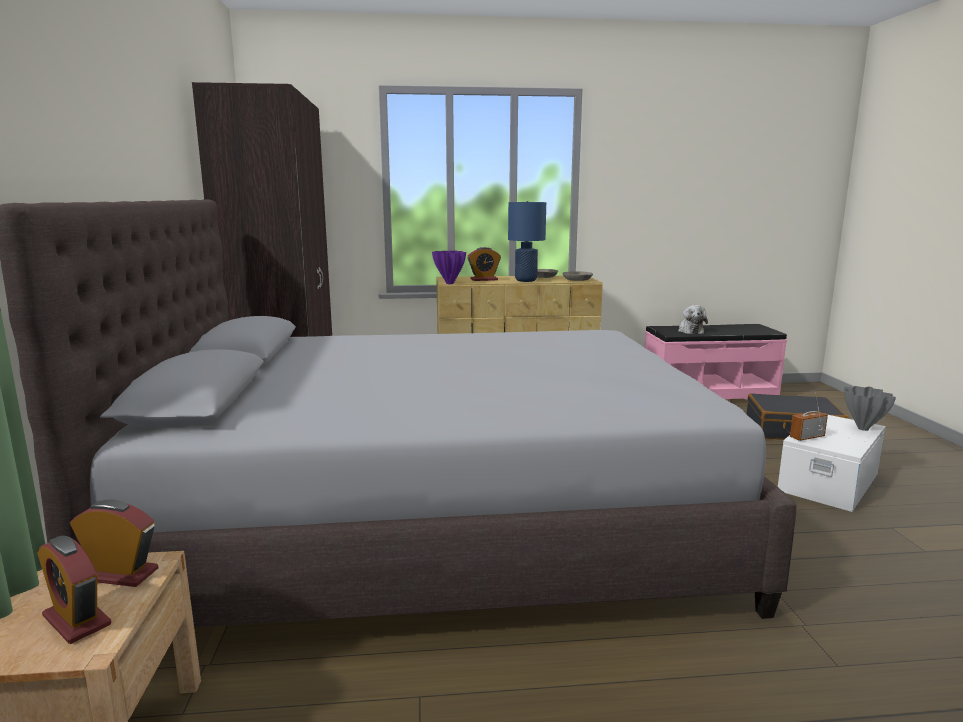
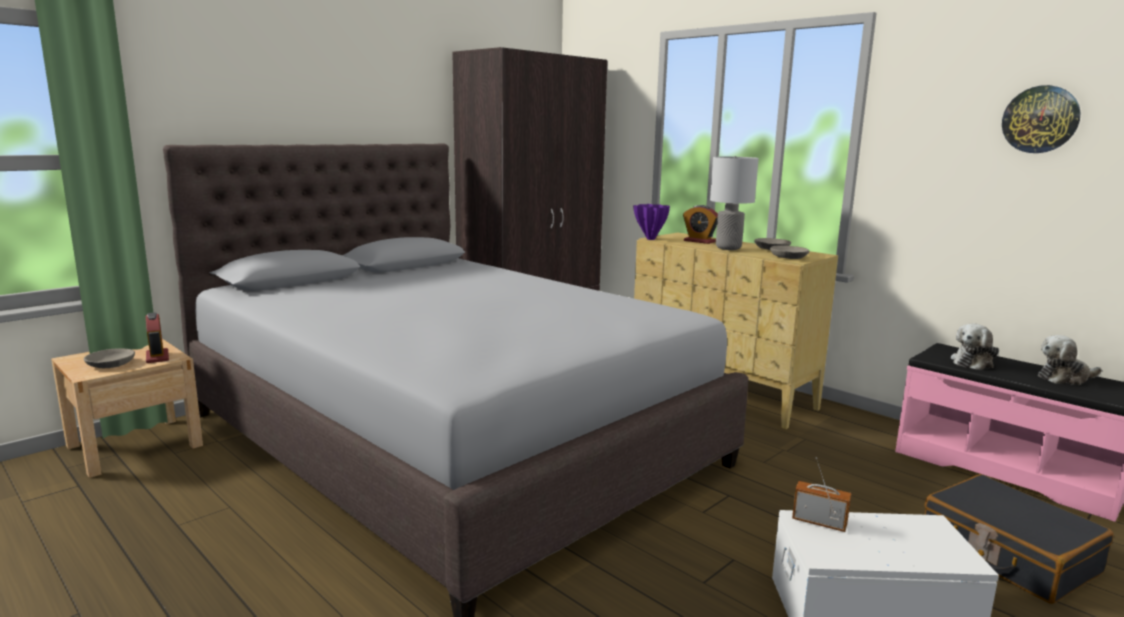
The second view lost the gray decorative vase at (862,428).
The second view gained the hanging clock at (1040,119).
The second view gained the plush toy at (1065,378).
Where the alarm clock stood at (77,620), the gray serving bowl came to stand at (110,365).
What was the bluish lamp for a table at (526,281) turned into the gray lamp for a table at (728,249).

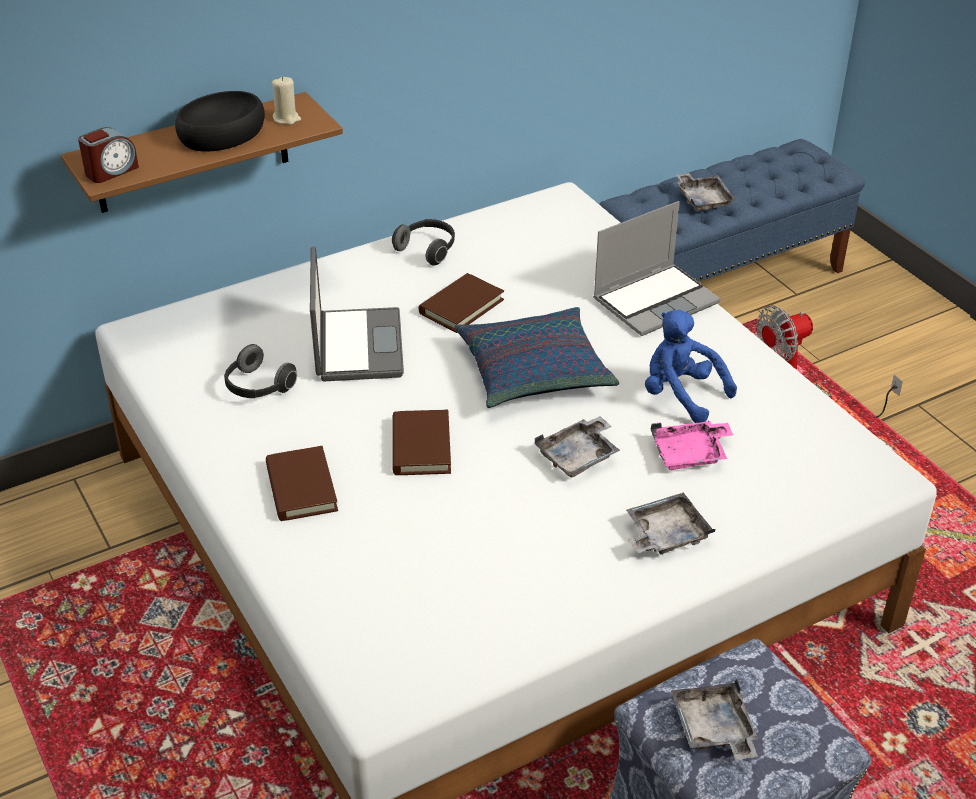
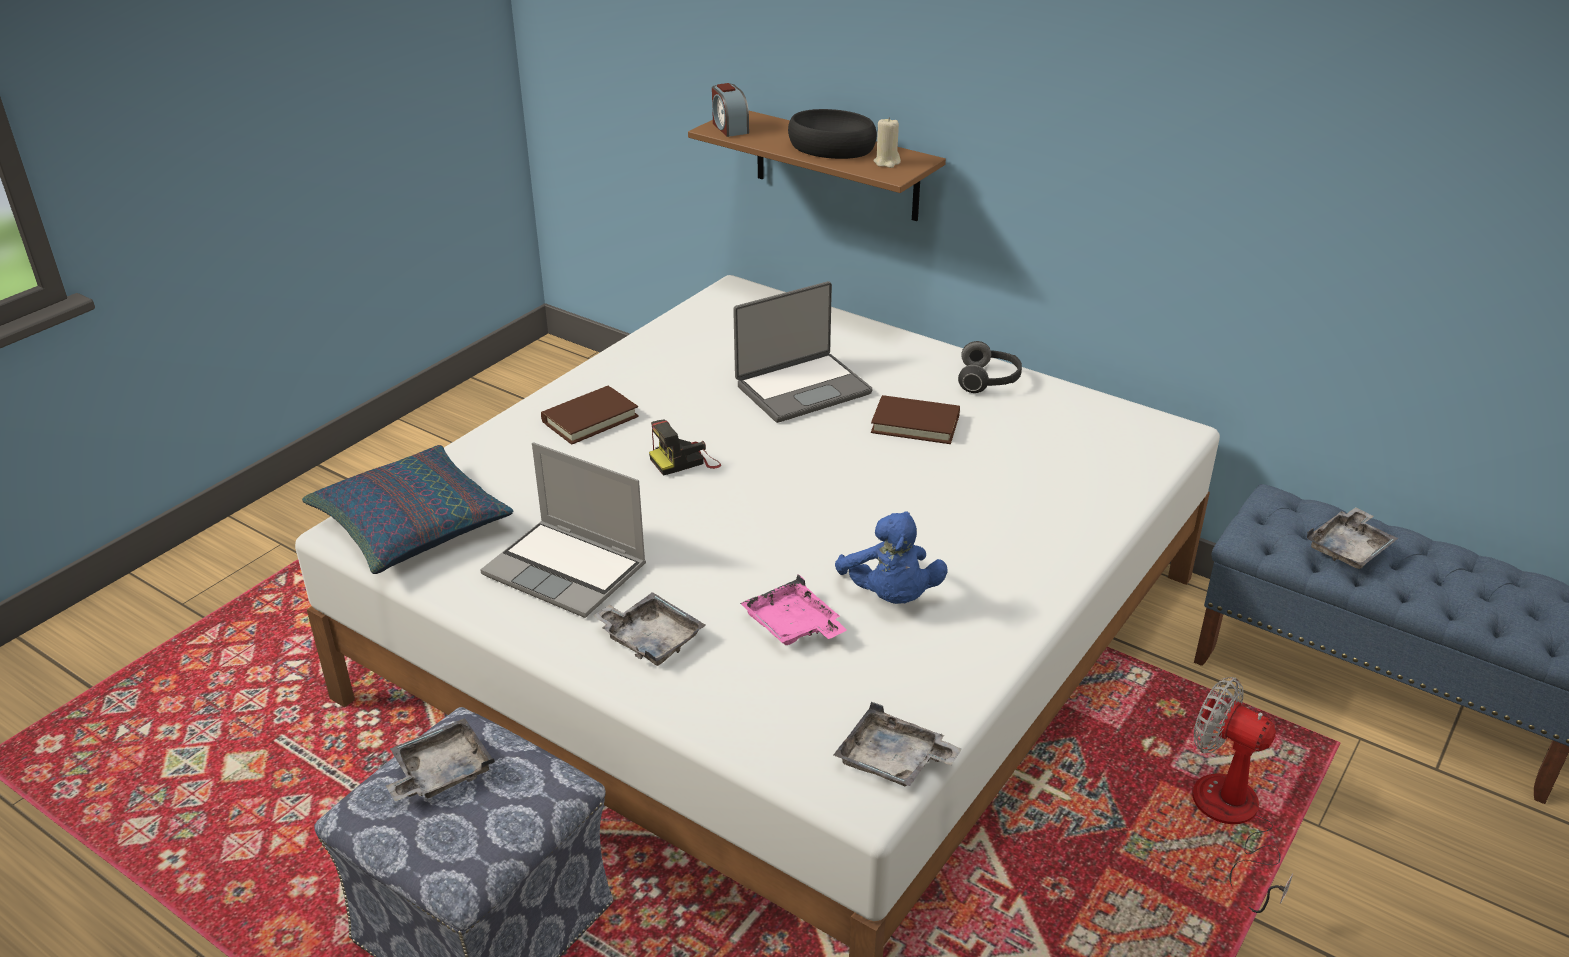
The second view lost the headset at (257,387).
The bluish pillow ended up elsewhere, having gone from (534,371) to (412,525).
The gray tray ended up elsewhere, having gone from (579,456) to (893,761).
The portable computer ended up elsewhere, having gone from (656,300) to (568,570).
Where the brownish volume stood at (421,447), the still camera came to stand at (685,461).
The alarm clock at (111,171) ended up facing another way, 45 degrees clockwise from before.
The bluish plush toy at (681,395) ended up facing another way, 150 degrees clockwise from before.

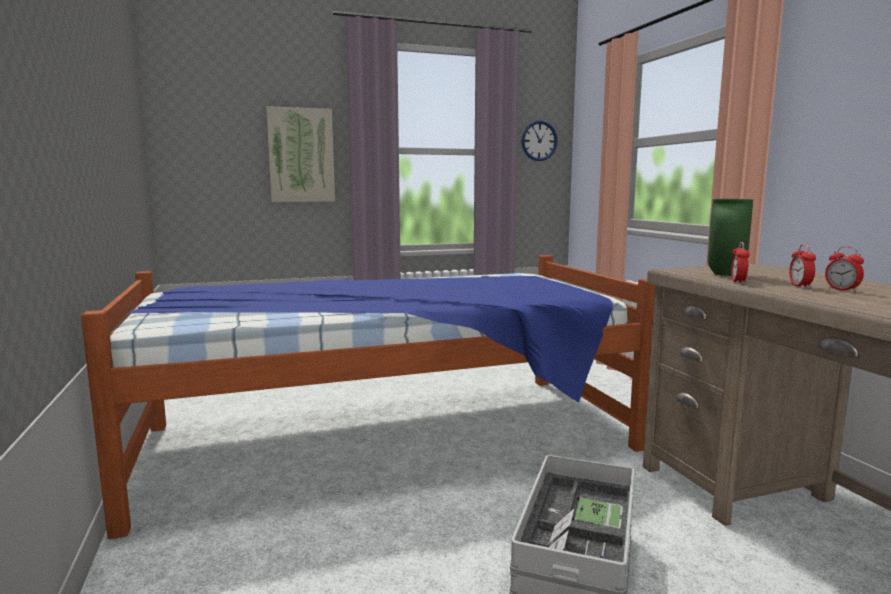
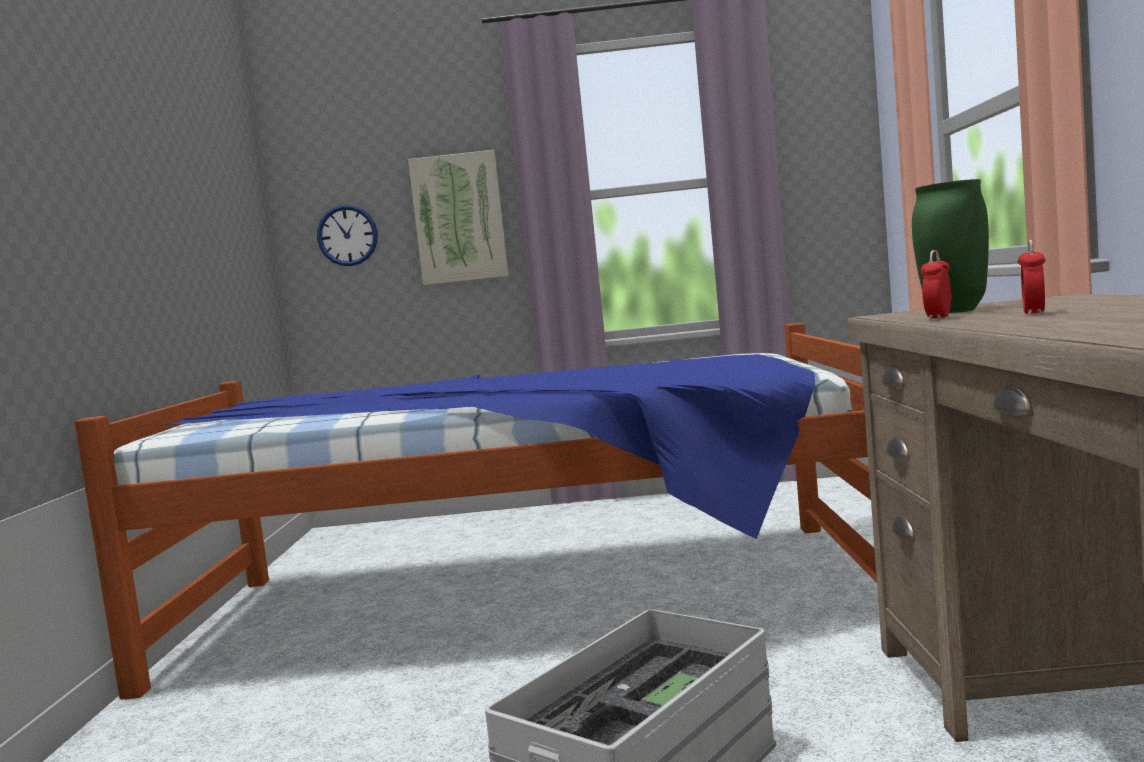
The second view lost the alarm clock at (842,290).
The hanging clock ended up elsewhere, having gone from (539,141) to (347,235).

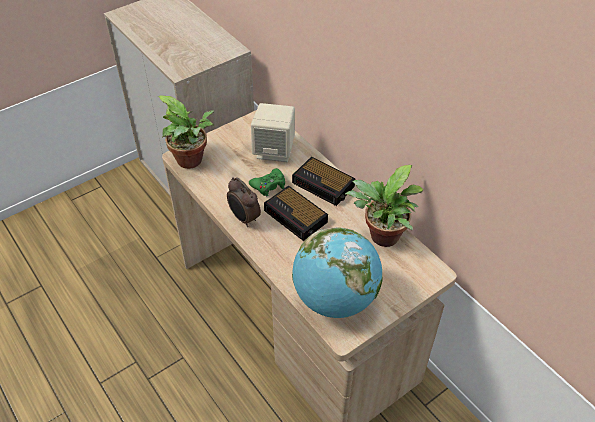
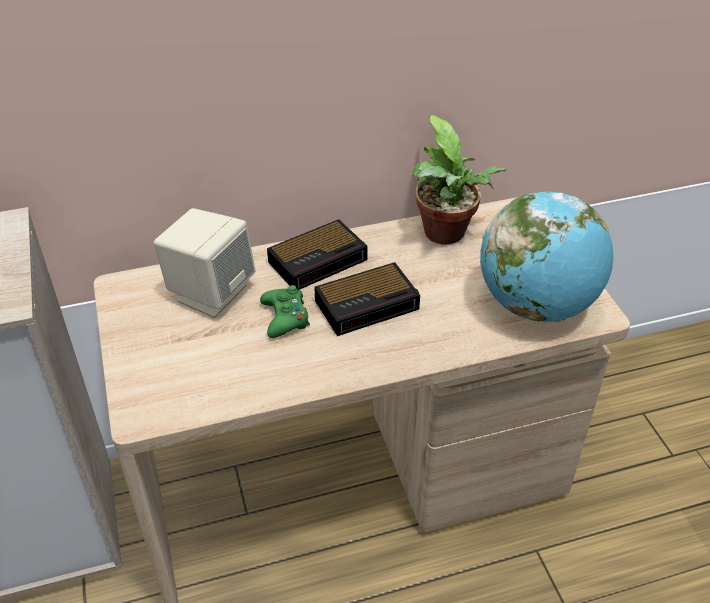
The second view lost the plant in a pot at (192,161).
The second view lost the alarm clock at (244,218).

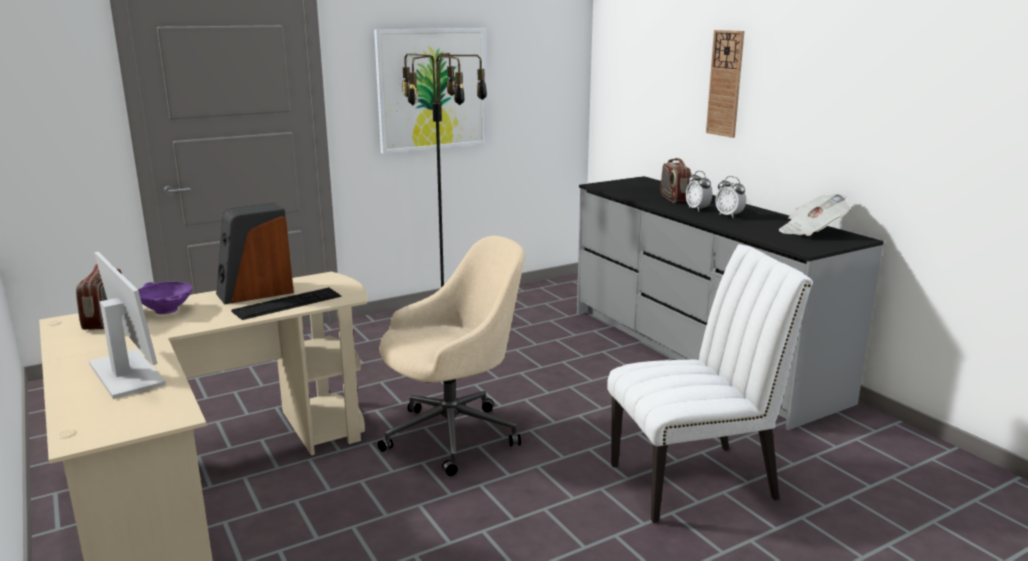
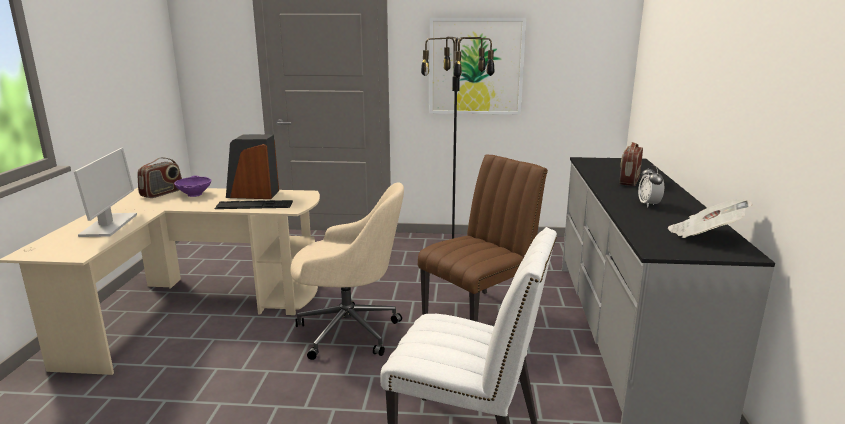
The second view lost the alarm clock at (697,209).
The second view lost the hanging clock at (725,83).
The second view gained the brownish plain chair at (478,317).

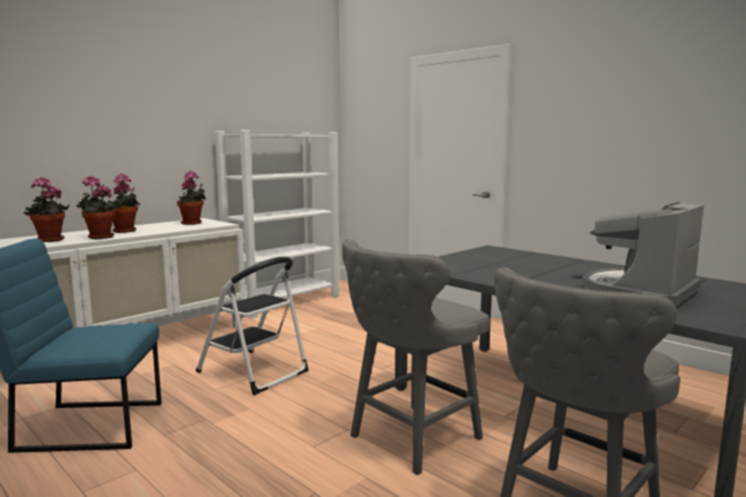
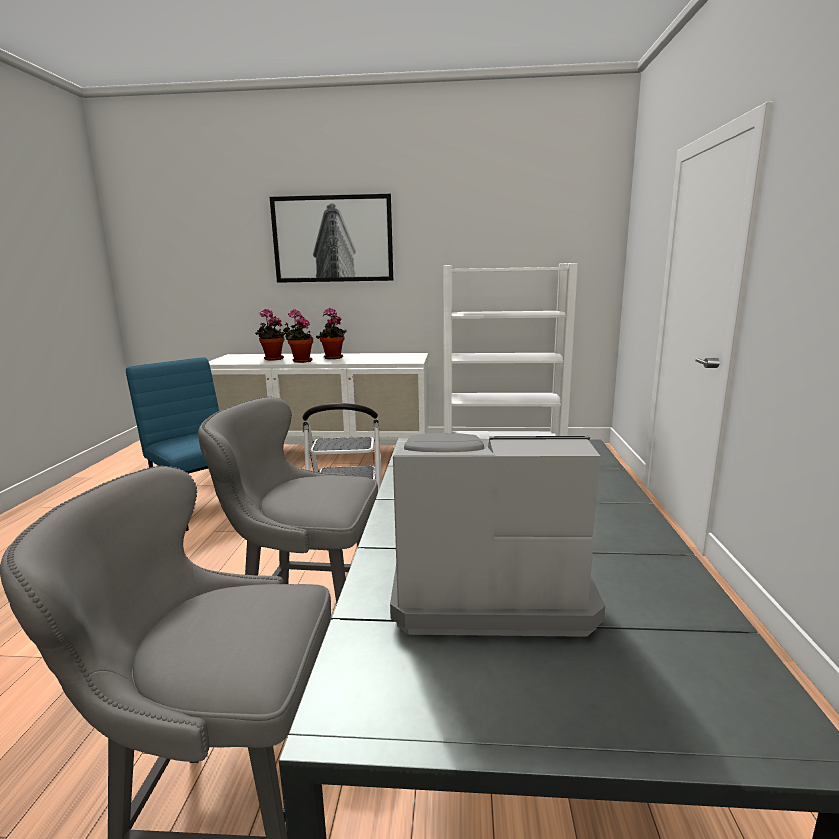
The second view lost the plant in a pot at (193,223).
The second view gained the wall art at (333,239).

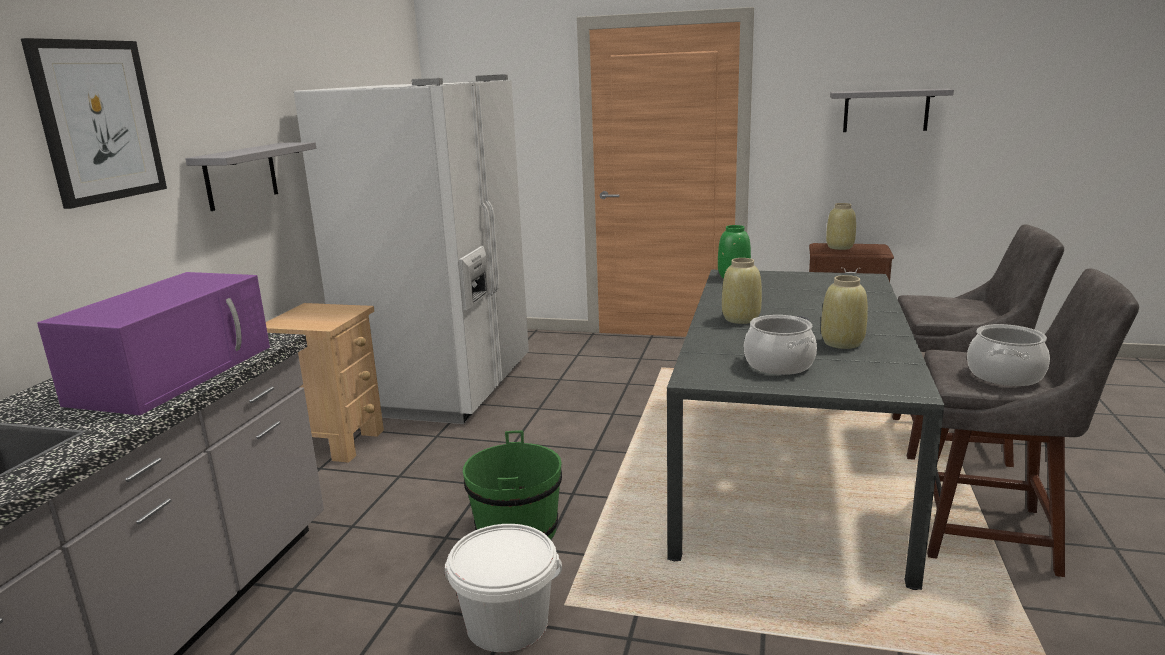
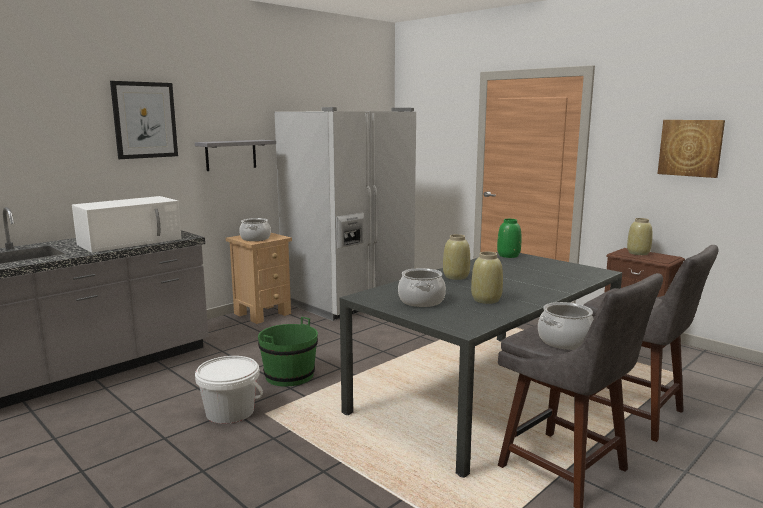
The second view gained the cooking pot at (255,238).
Where the gray bracket shelf hung at (886,110), the wall art came to hang at (690,148).
What was the purplish microwave at (176,373) turned into the white microwave at (131,241).

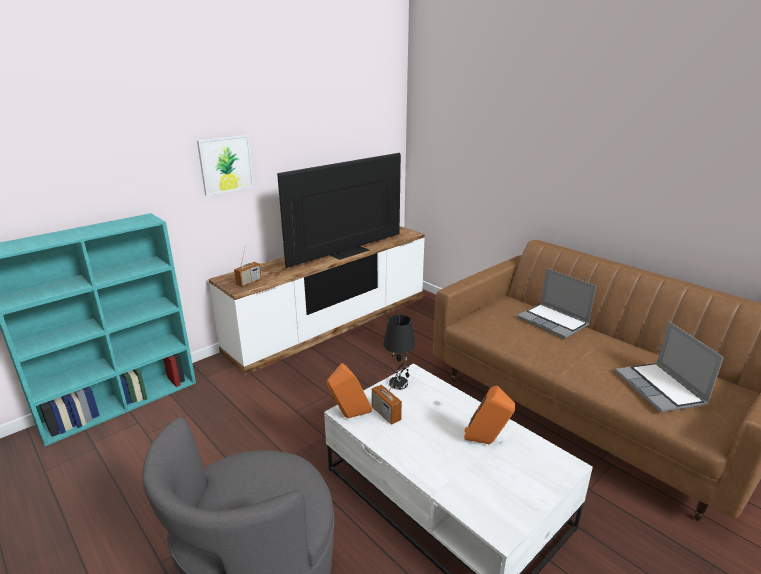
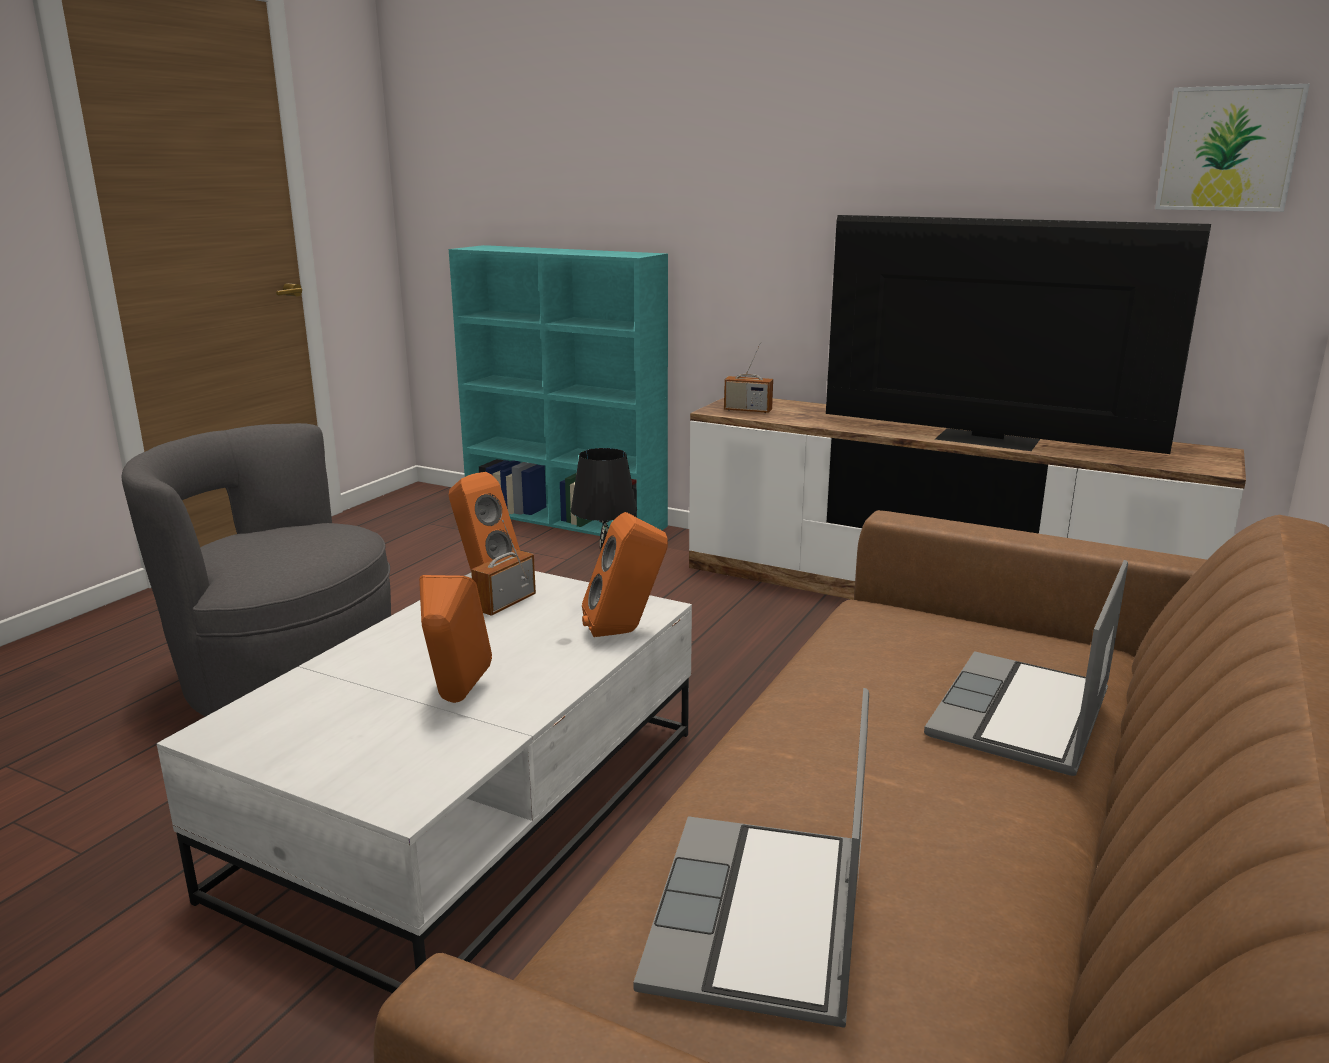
The second view gained the orangey speaker at (625,632).
The wall art ended up elsewhere, having gone from (226,164) to (1228,149).
The portable computer at (661,389) ended up facing another way, 45 degrees counterclockwise from before.

